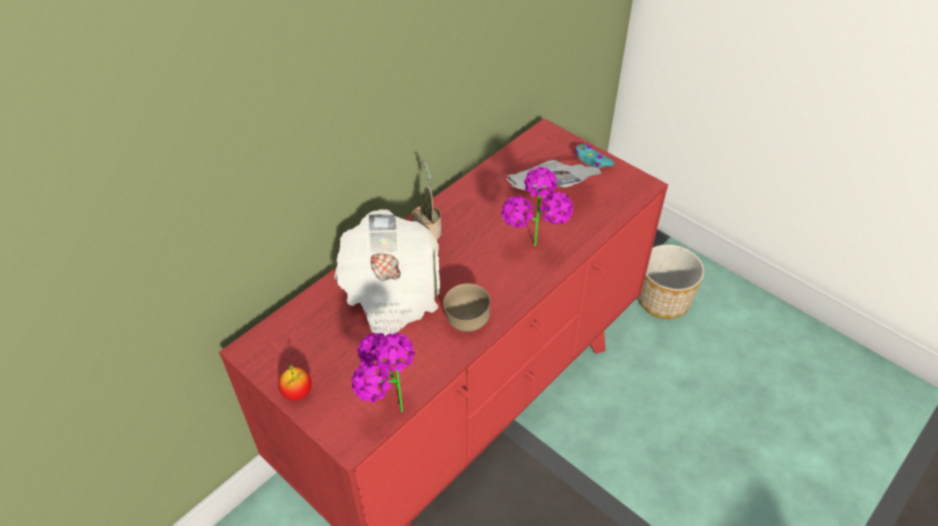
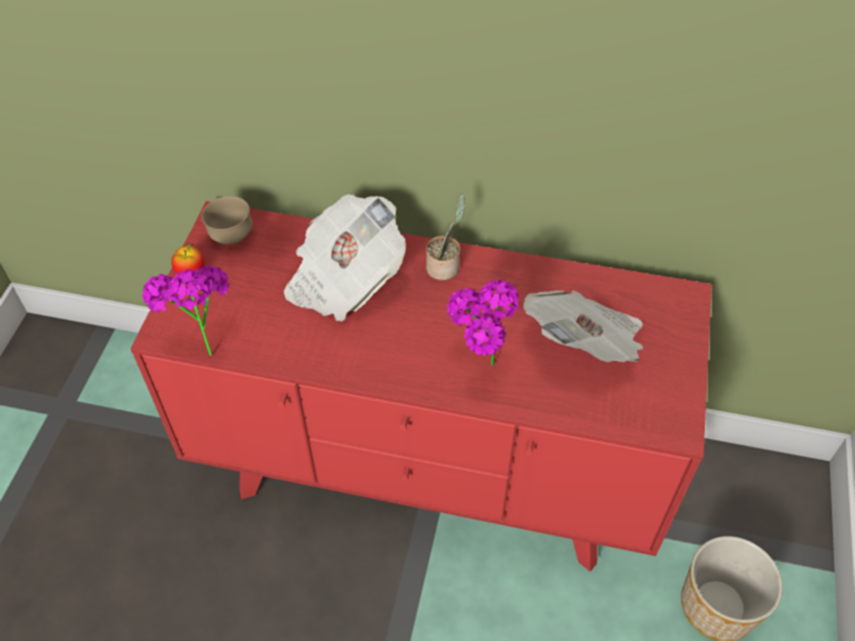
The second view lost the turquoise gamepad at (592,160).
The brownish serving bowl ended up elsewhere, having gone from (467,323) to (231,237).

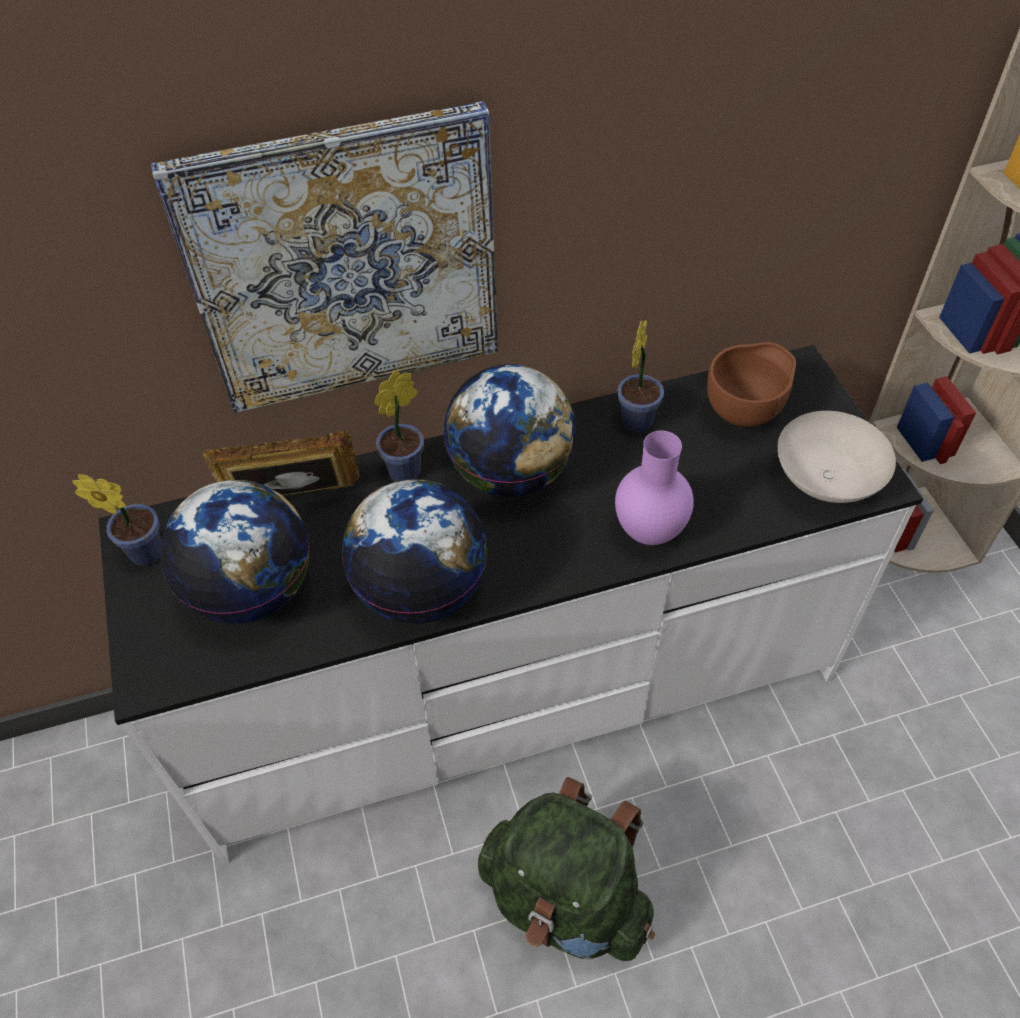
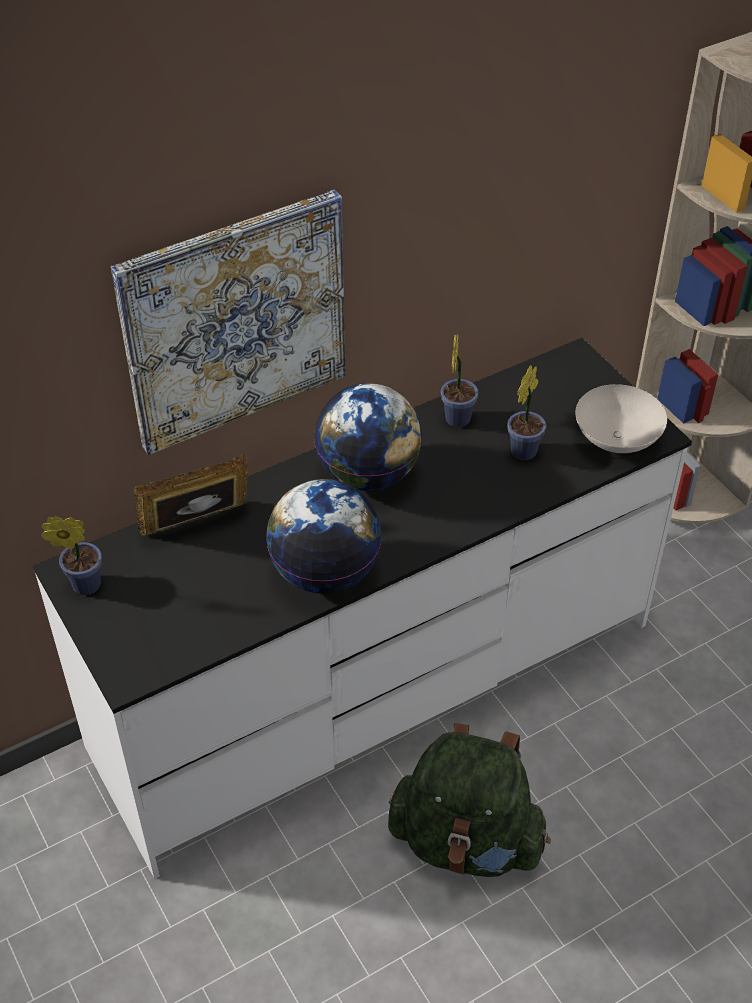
The second view lost the globe at (253,590).
The second view lost the purplish decorative vase at (648,533).
The second view lost the brownish serving bowl at (744,413).
The plant in a pot ended up elsewhere, having gone from (408,469) to (525,449).

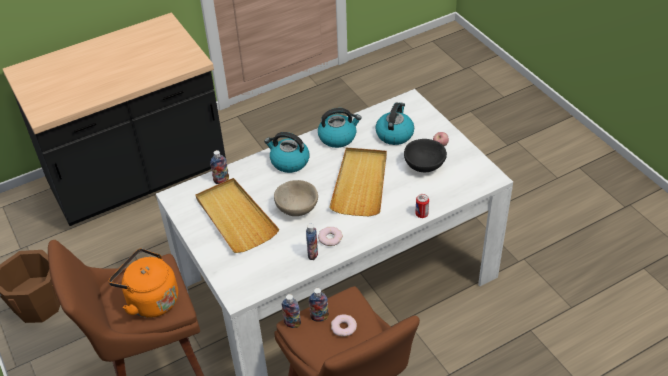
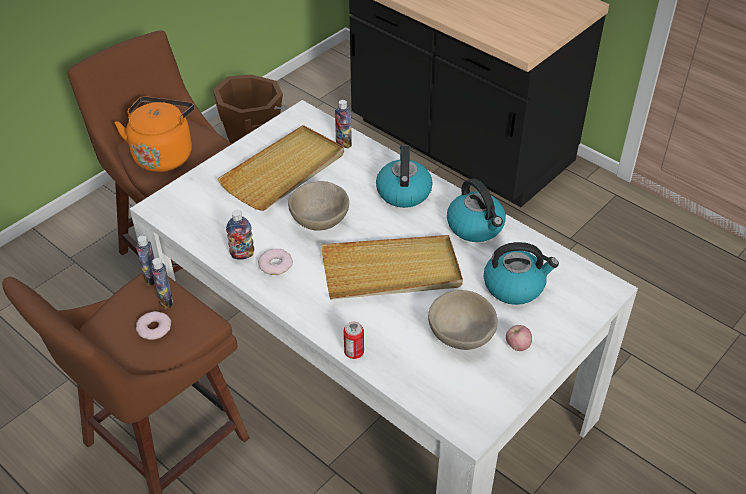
What was the black-coloured serving bowl at (424,166) turned into the sand-coloured serving bowl at (460,335).

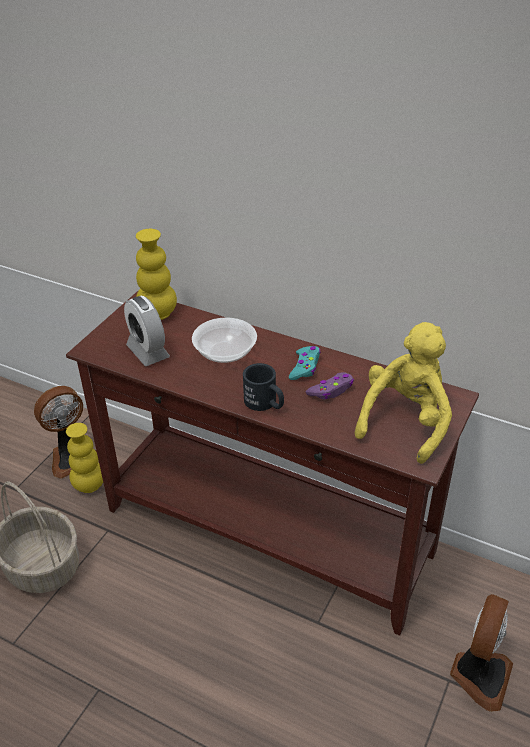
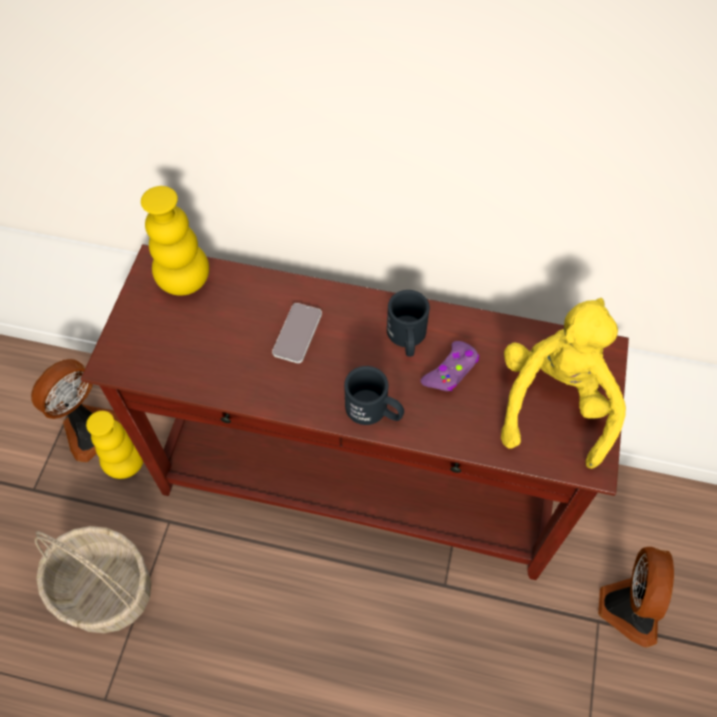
The second view lost the alarm clock at (148,351).
Where the serving bowl stood at (225,352), the phone came to stand at (297,333).
Where the turquoise gamepad stood at (305,367), the black-coloured mug came to stand at (407,338).

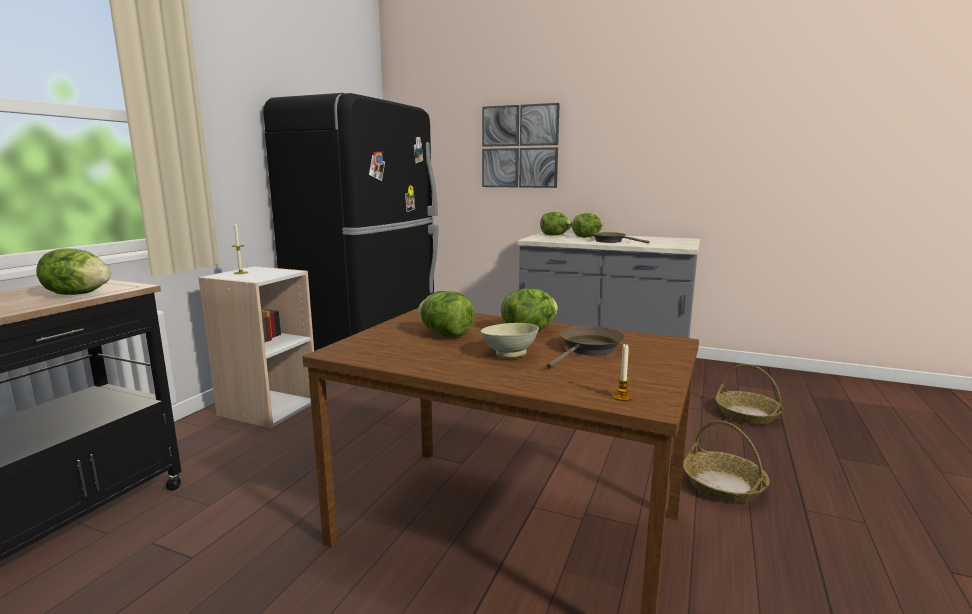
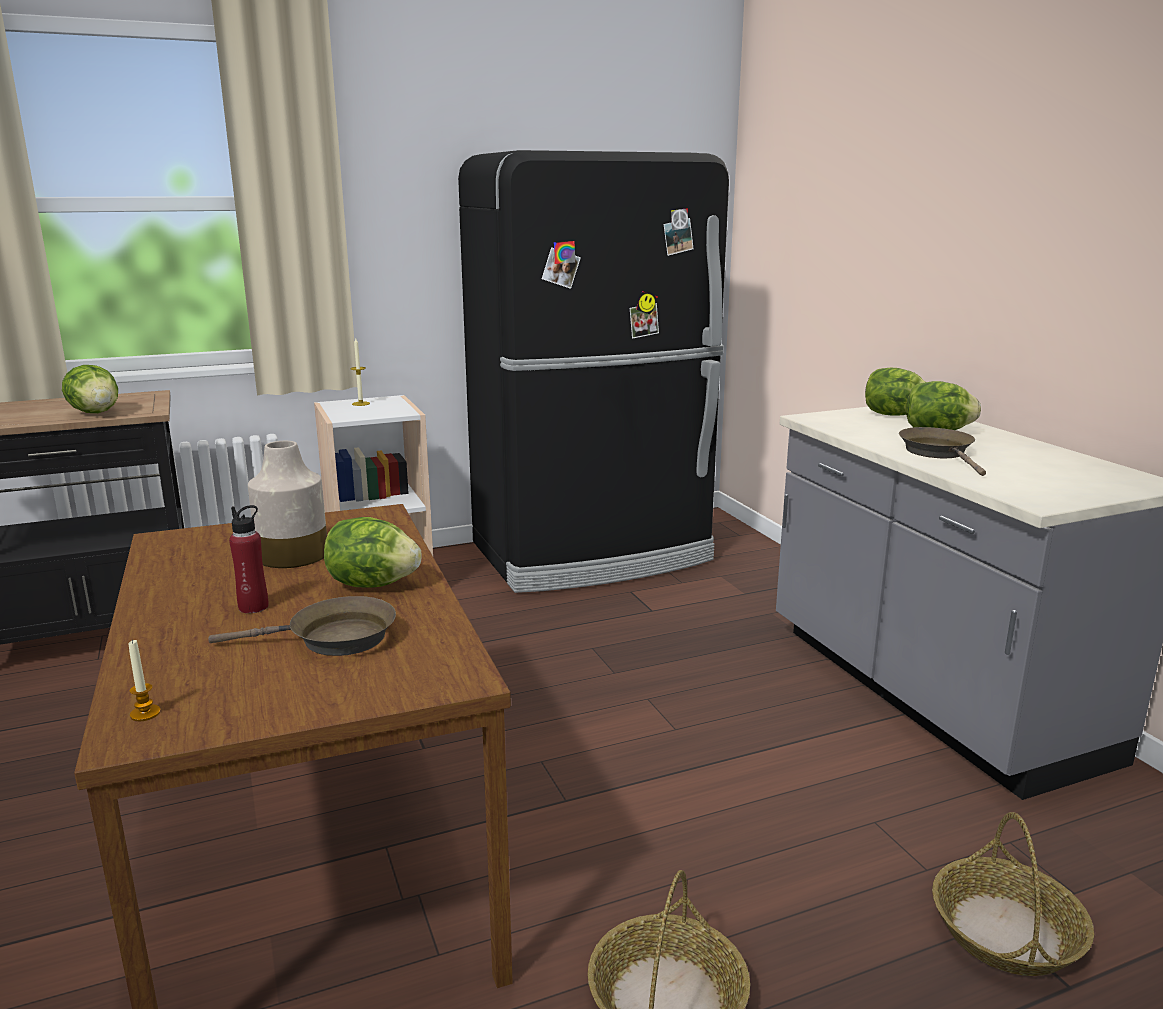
The second view lost the wall art at (519,147).
Where the lettuce stood at (446,334), the sand-coloured decorative vase came to stand at (292,555).
Where the sand-coloured serving bowl stood at (509,354), the reddish beverage bottle came to stand at (253,607).

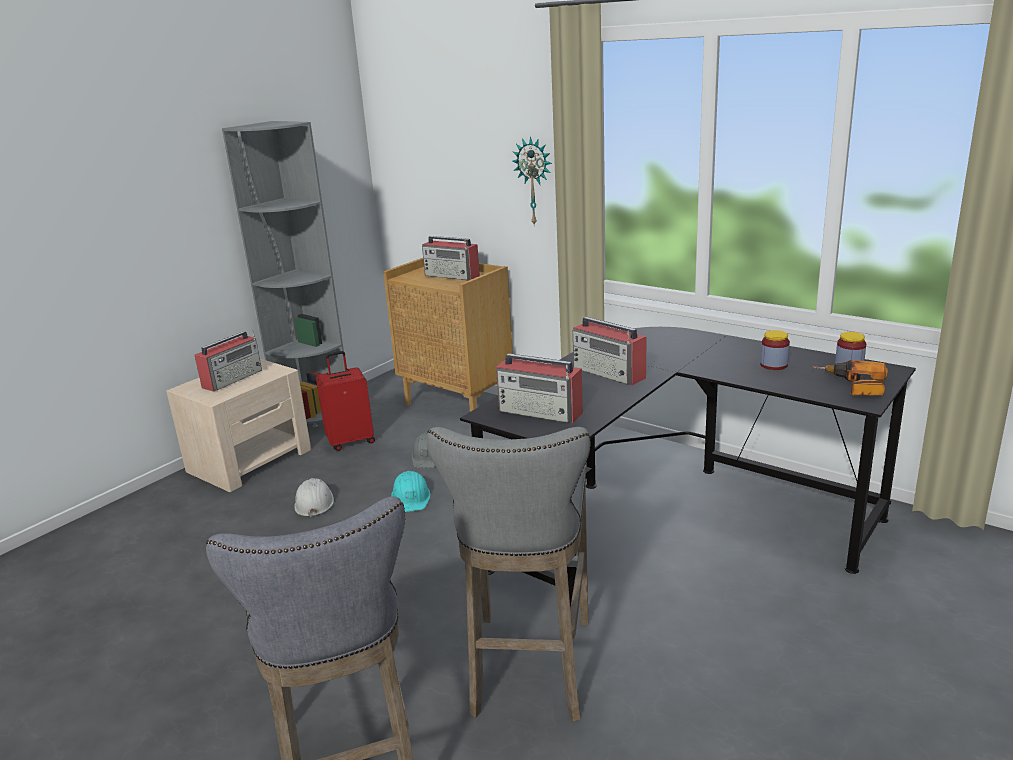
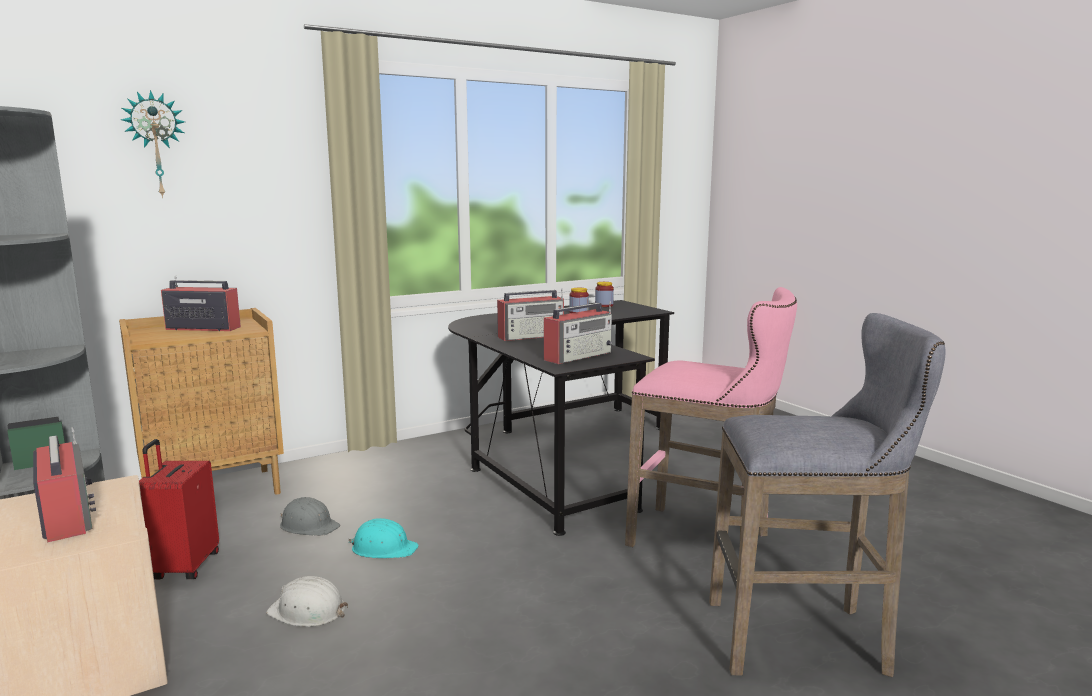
The second view lost the power drill at (853,387).
The hanging clock ended up elsewhere, having gone from (534,181) to (156,145).
What was the gray sitting stool at (530,671) turned into the pink-coloured sitting stool at (705,540).
The radio at (452,276) ended up facing another way, 135 degrees counterclockwise from before.

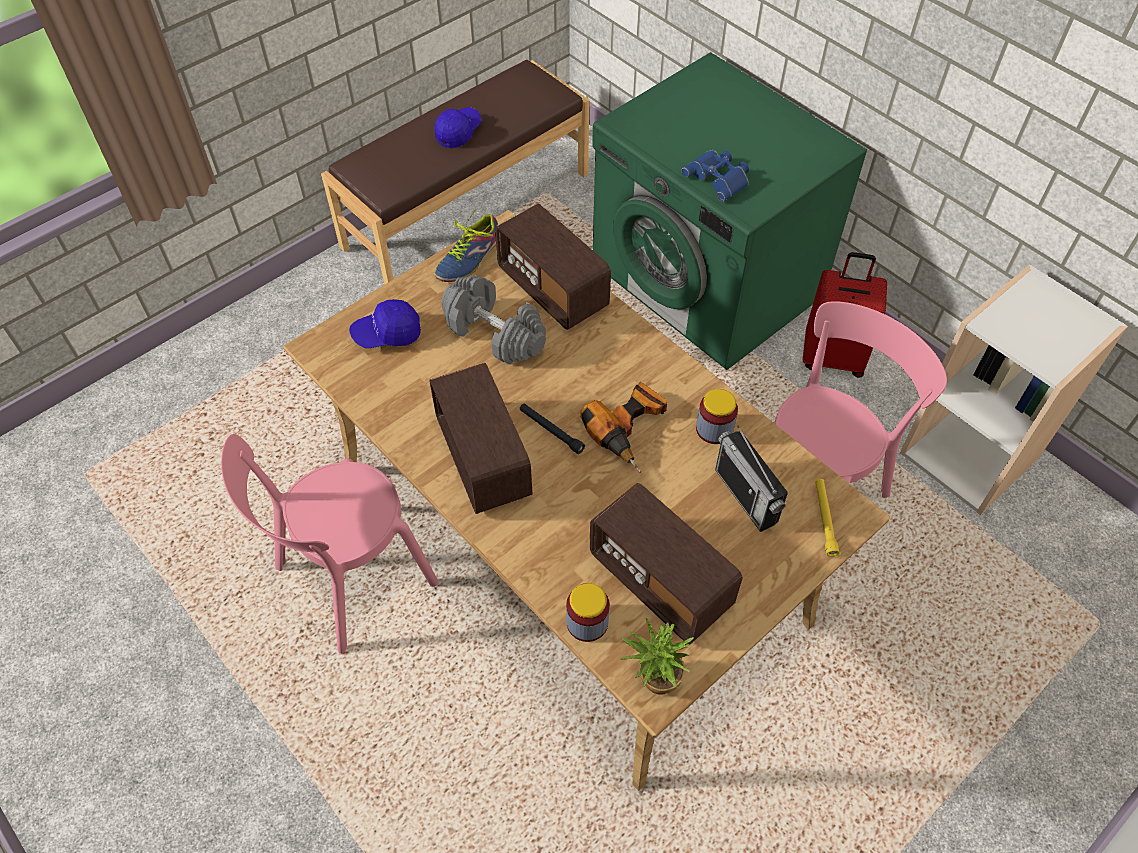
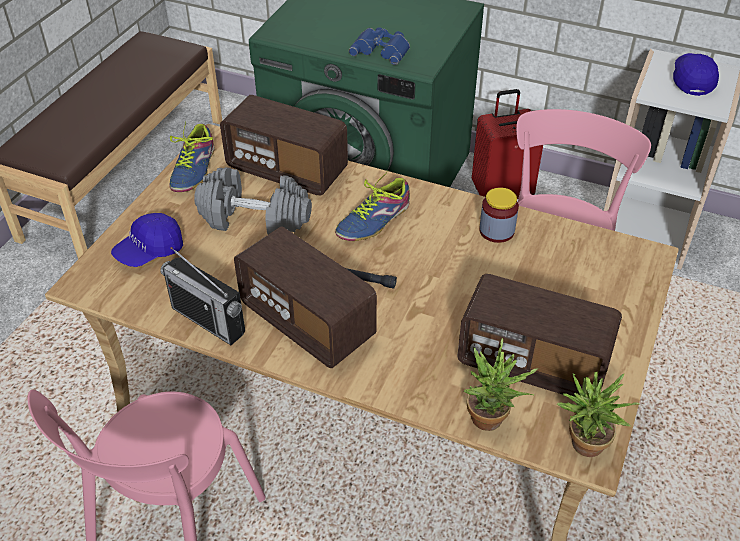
The second view lost the power drill at (631,429).
The second view lost the yellow-coloured hand torch at (824,519).
The second view gained the item of footwear at (374,220).
The bluish cap ended up elsewhere, having gone from (458,132) to (692,80).
The radio ended up elsewhere, having gone from (746,496) to (208,320).
Where the preserve jar stood at (587,622), the plant in a pot came to stand at (492,422).

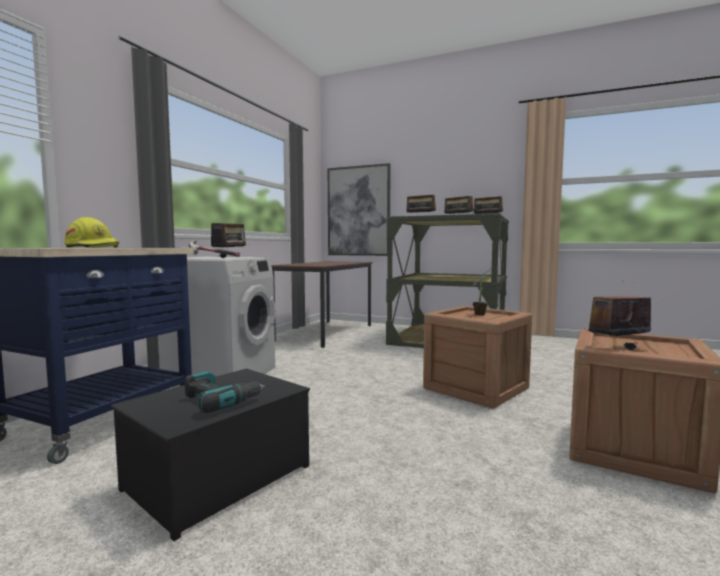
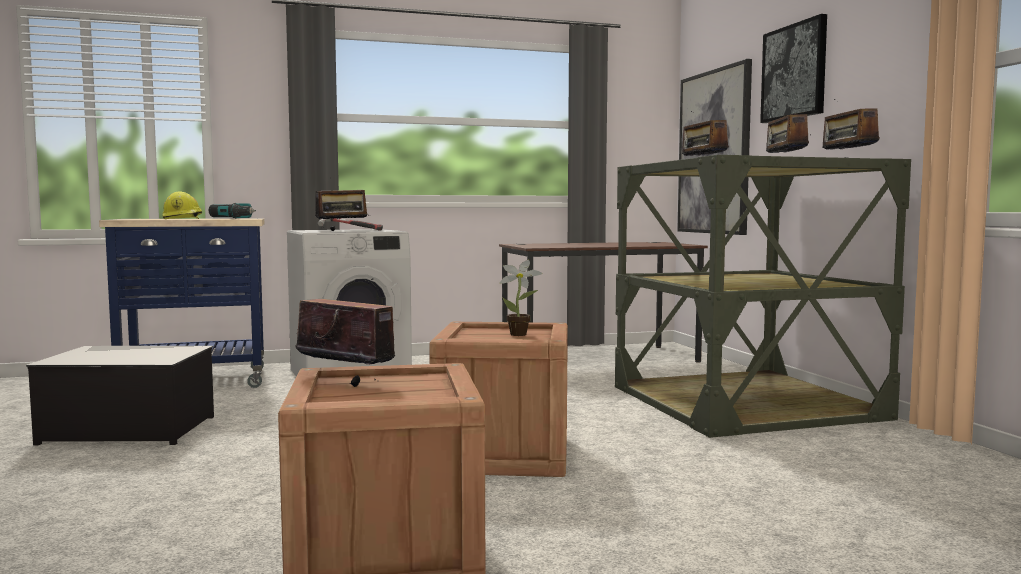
The second view gained the wall art at (794,72).
The power drill ended up elsewhere, having gone from (221,400) to (238,218).

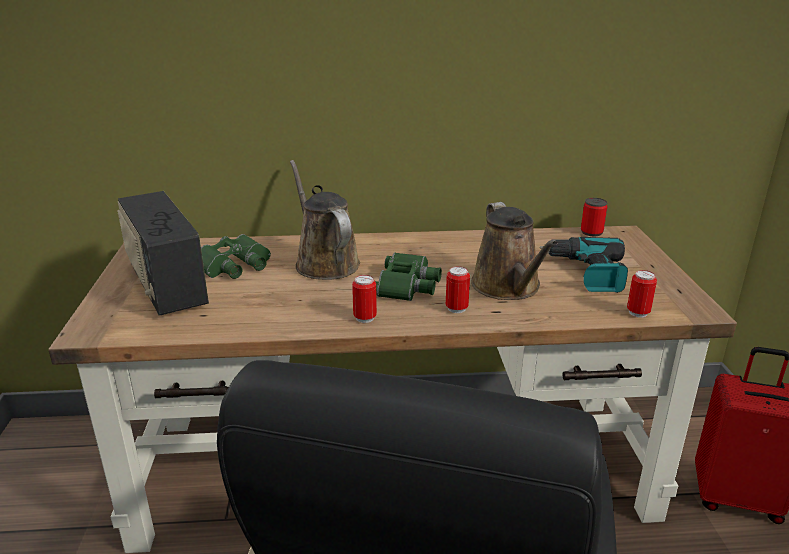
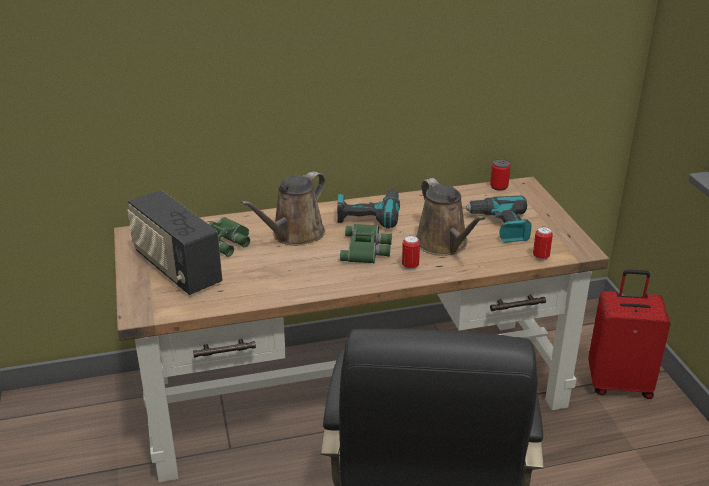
The second view lost the metal can at (365,318).
The second view gained the power drill at (369,215).
The brownish watering can at (324,262) ended up facing another way, 105 degrees counterclockwise from before.

